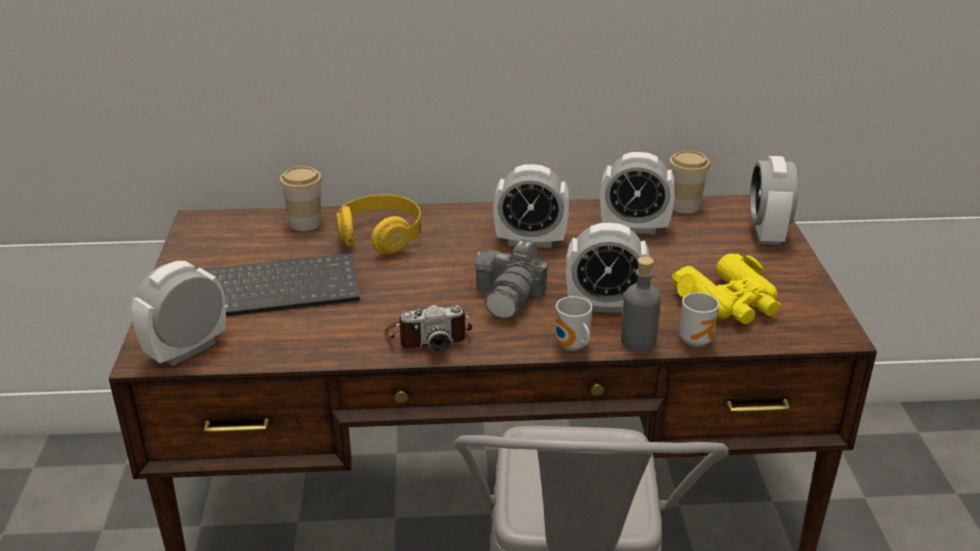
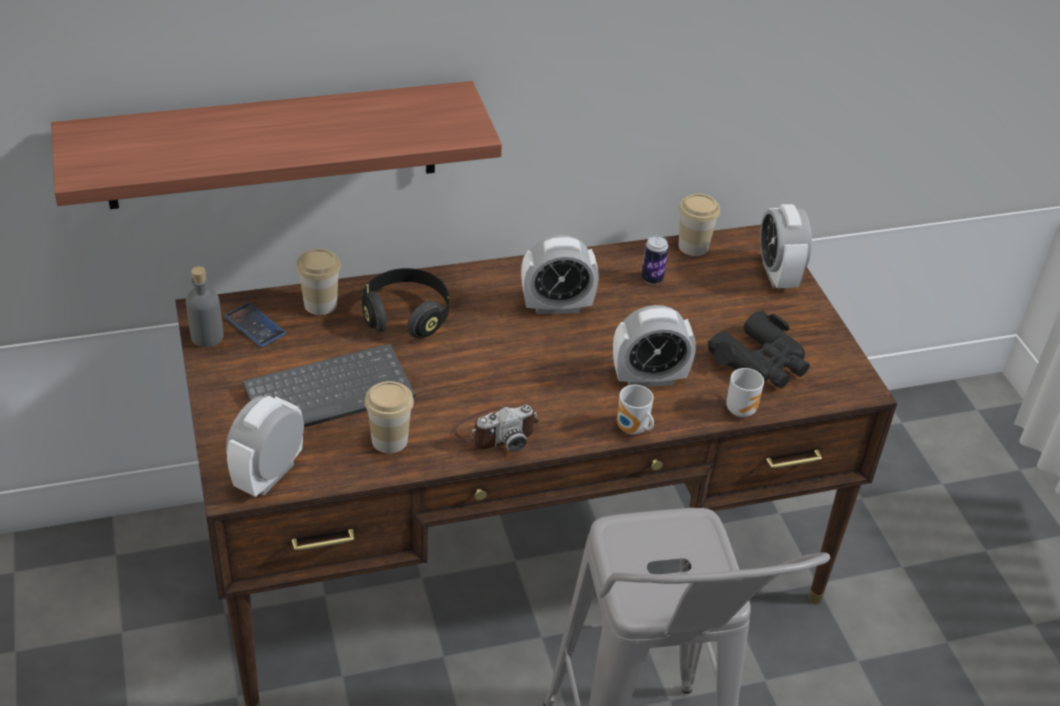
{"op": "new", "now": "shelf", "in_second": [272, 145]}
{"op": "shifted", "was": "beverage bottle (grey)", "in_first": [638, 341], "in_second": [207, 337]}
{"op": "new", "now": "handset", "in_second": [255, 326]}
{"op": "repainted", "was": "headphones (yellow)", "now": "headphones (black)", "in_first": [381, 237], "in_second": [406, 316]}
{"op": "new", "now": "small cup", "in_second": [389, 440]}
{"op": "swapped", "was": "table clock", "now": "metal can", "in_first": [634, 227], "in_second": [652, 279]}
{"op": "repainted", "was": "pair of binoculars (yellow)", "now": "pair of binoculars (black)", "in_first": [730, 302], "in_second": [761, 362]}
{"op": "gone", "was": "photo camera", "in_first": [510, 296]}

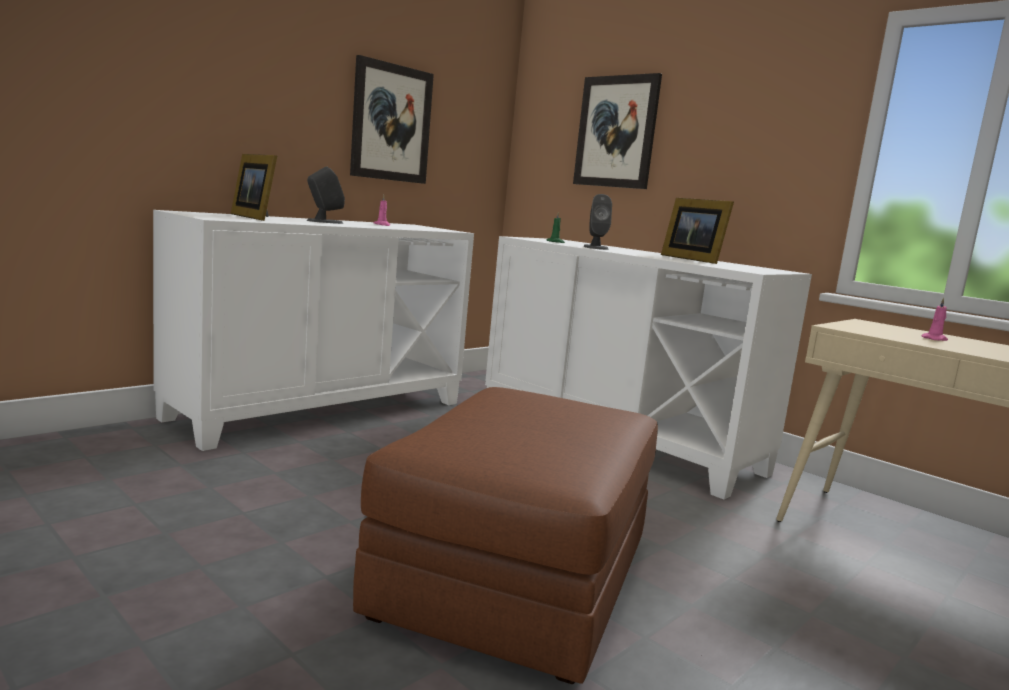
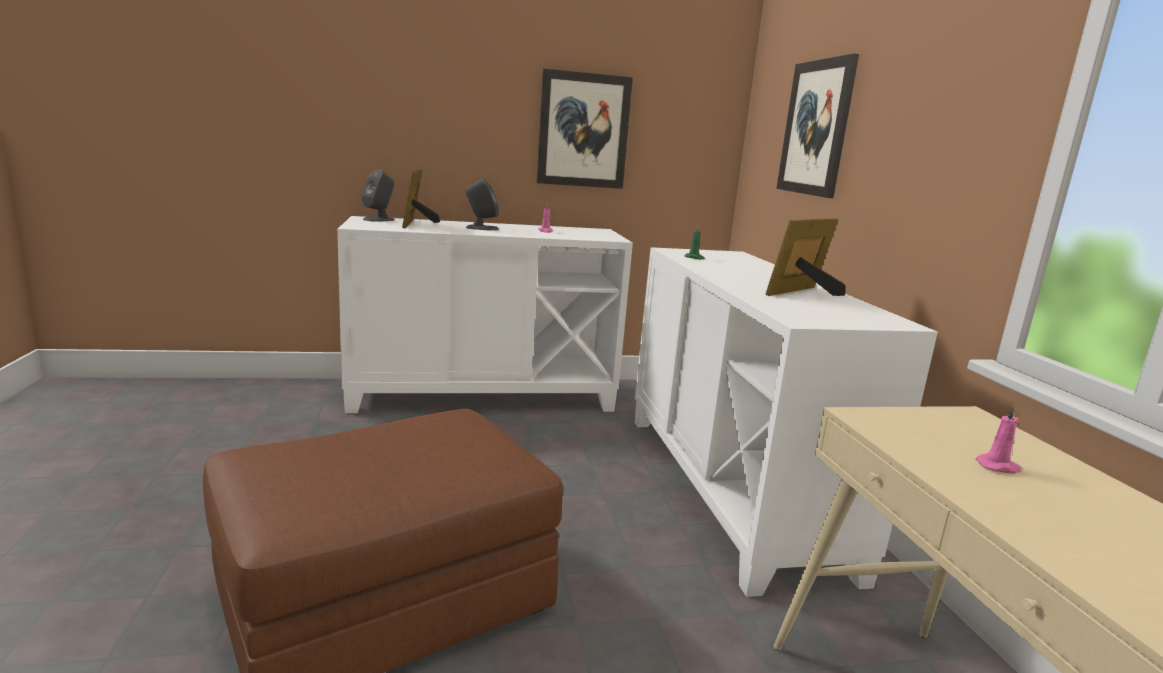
{"op": "shifted", "was": "loudspeaker (grey)", "in_first": [595, 248], "in_second": [379, 219]}
{"op": "rotated", "was": "picture frame", "in_first": [692, 259], "in_second": [803, 293], "clockwise": 45}

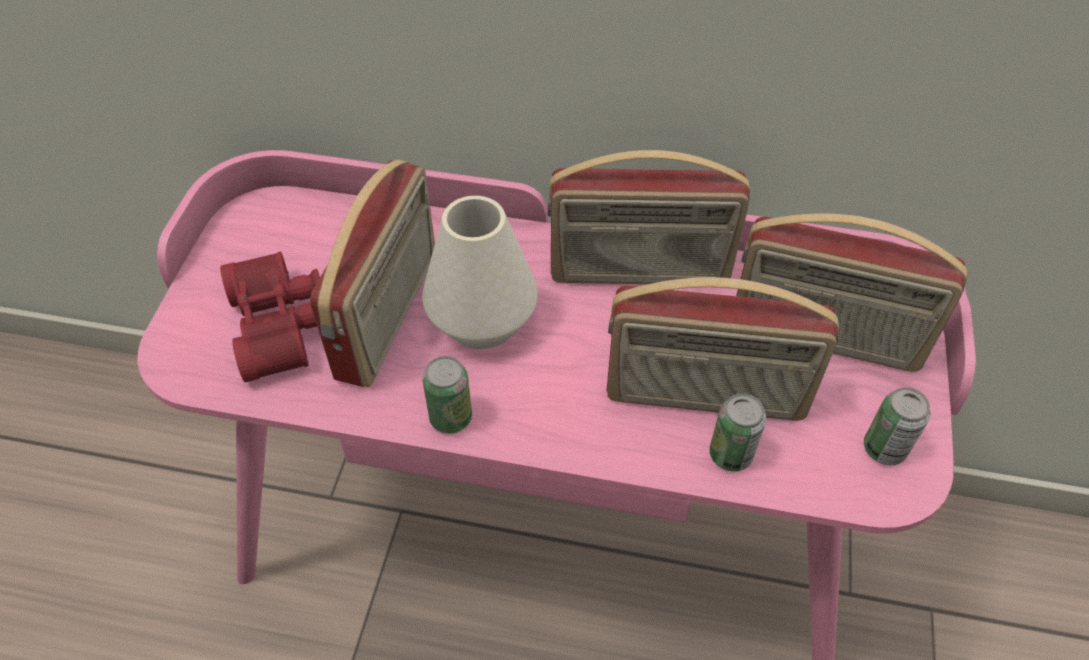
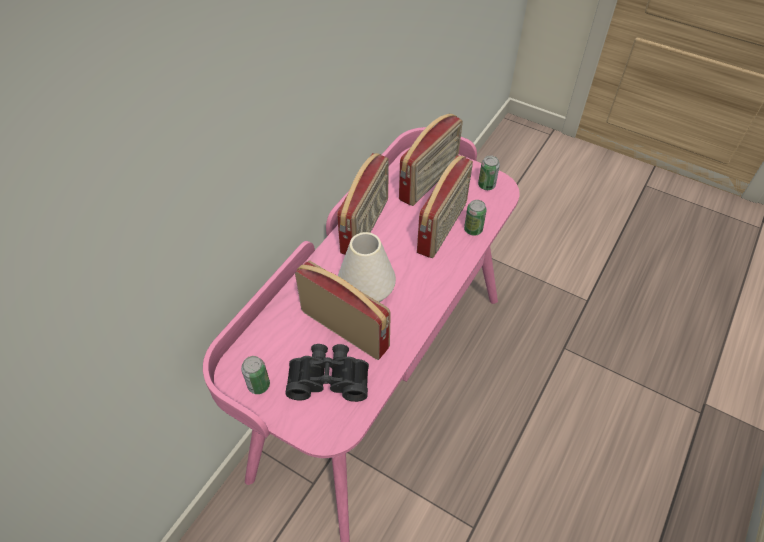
{"op": "shifted", "was": "metal can", "in_first": [451, 418], "in_second": [259, 385]}
{"op": "repainted", "was": "pair of binoculars (reddish)", "now": "pair of binoculars (black)", "in_first": [284, 324], "in_second": [329, 377]}

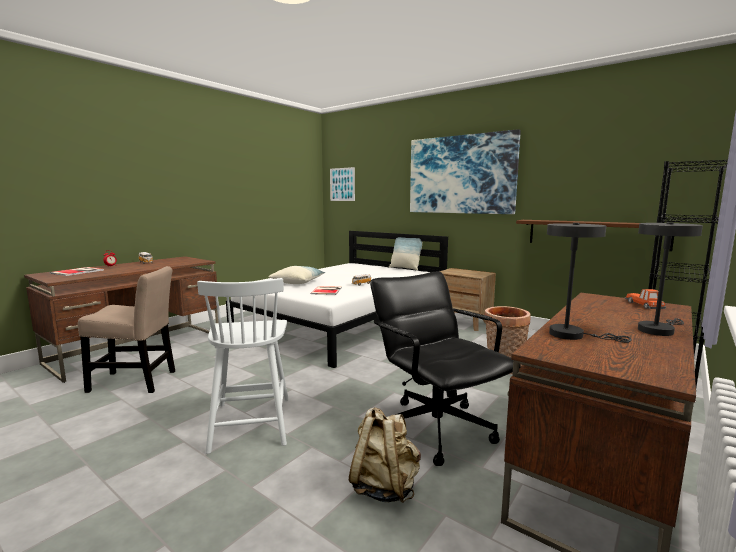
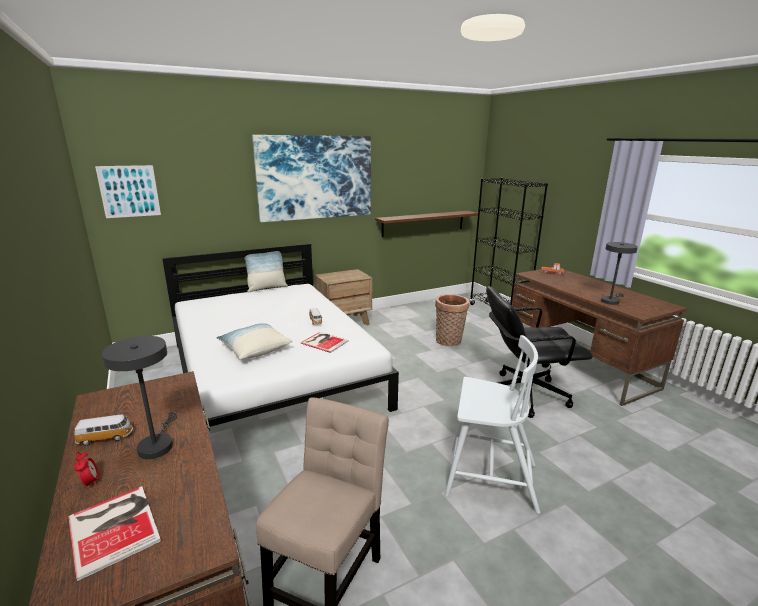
{"op": "shifted", "was": "lamp for a table (grey)", "in_first": [657, 330], "in_second": [157, 444]}
{"op": "gone", "was": "backpack (sand-coloured)", "in_first": [384, 487]}

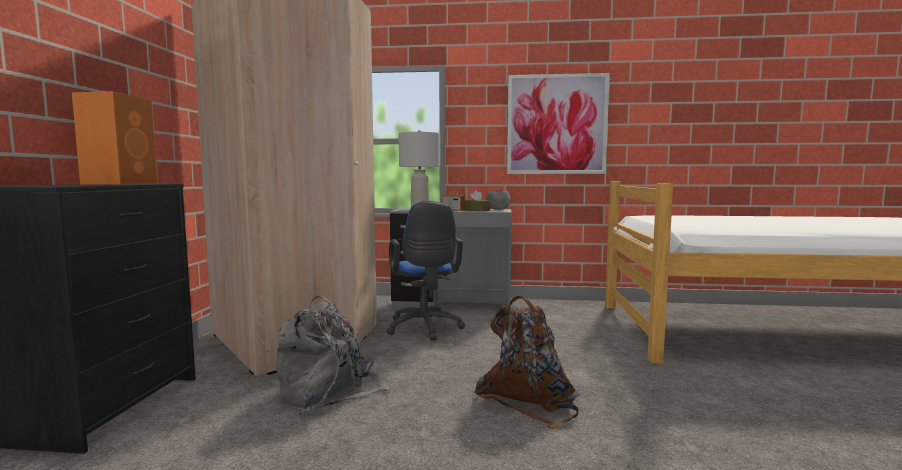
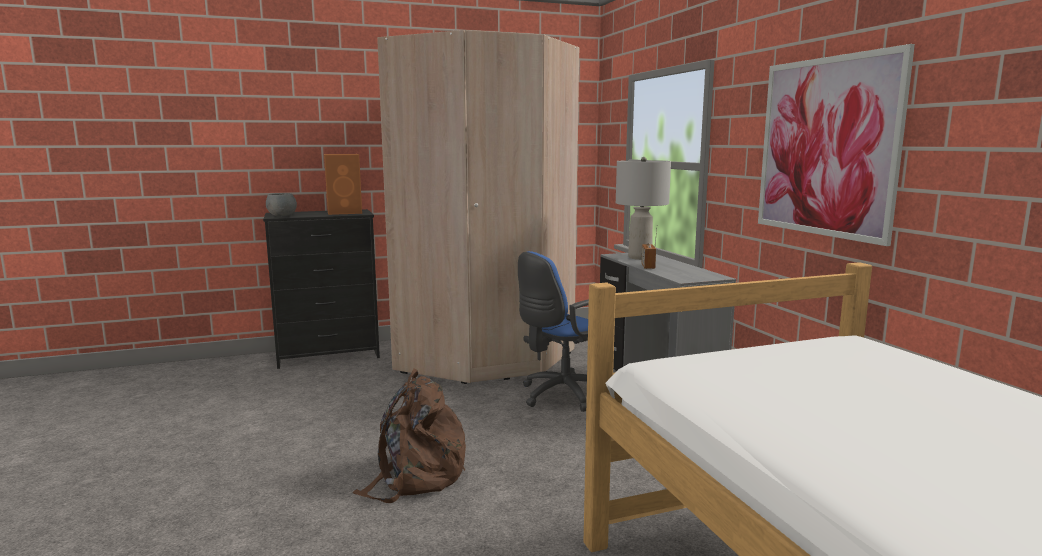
{"op": "shifted", "was": "deep dish (grey)", "in_first": [497, 209], "in_second": [282, 216]}
{"op": "gone", "was": "backpack (grey)", "in_first": [329, 392]}
{"op": "gone", "was": "tissue box (brownish)", "in_first": [476, 210]}

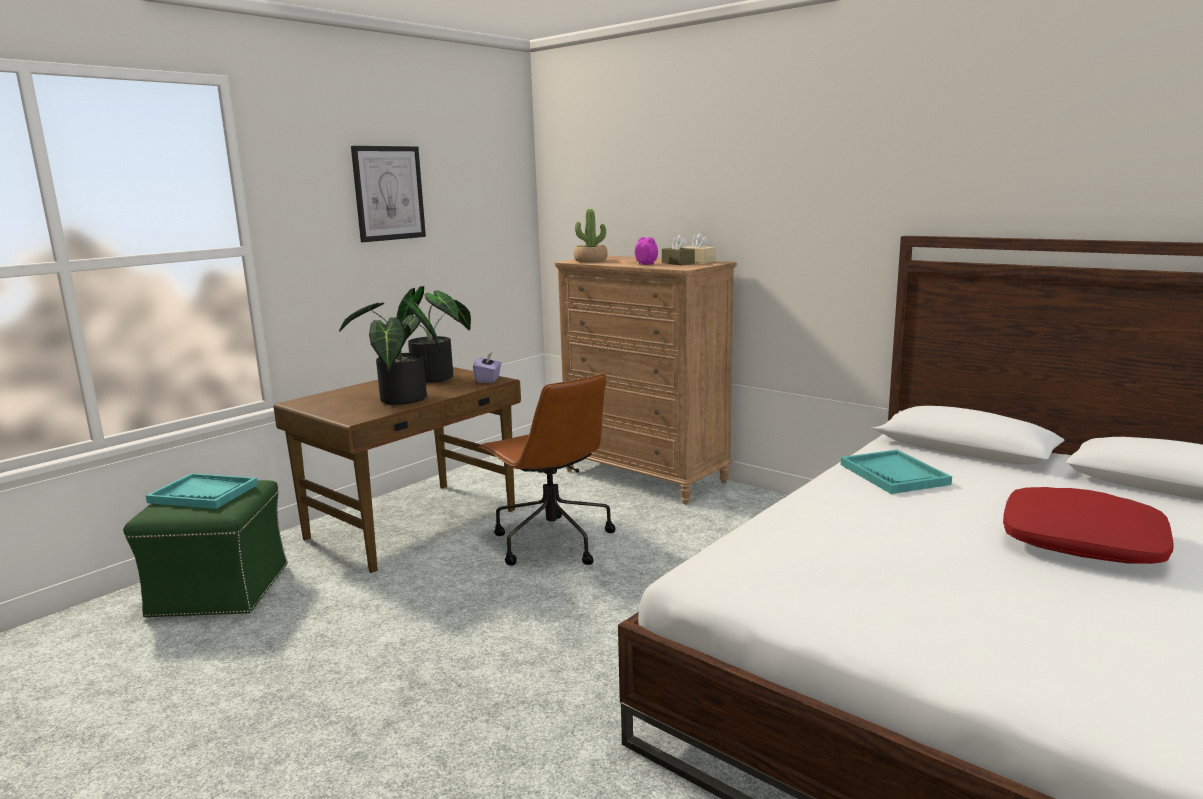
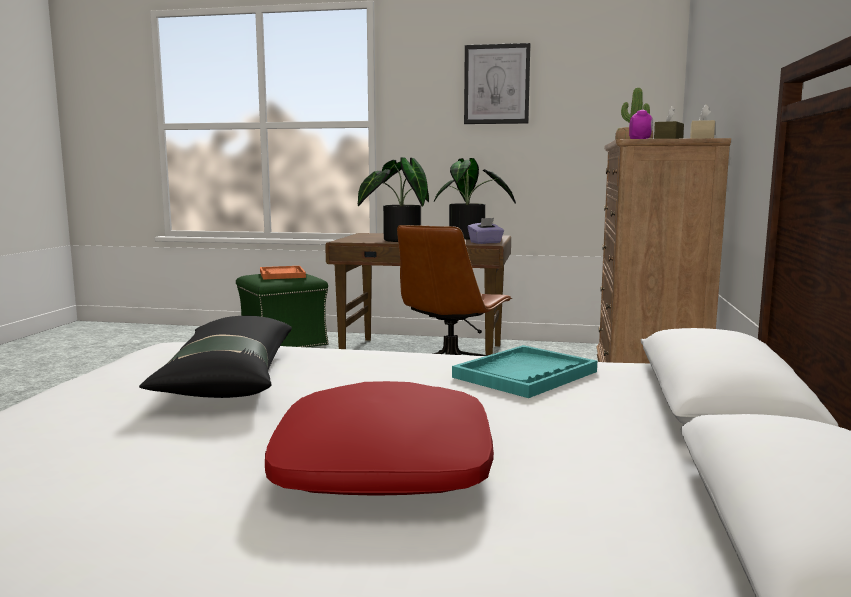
{"op": "new", "now": "cushion (black)", "in_second": [228, 376]}
{"op": "repainted", "was": "tray (turquoise-coloured)", "now": "tray (orange-coloured)", "in_first": [204, 493], "in_second": [282, 274]}

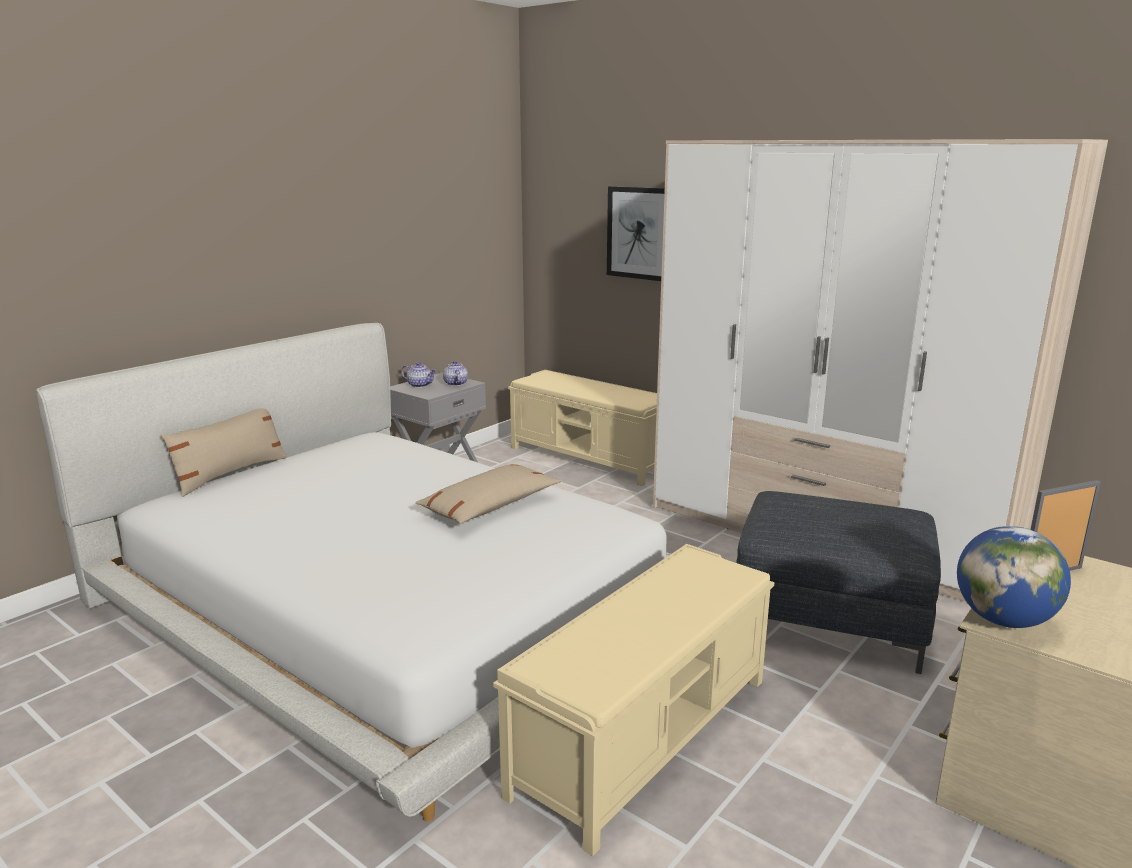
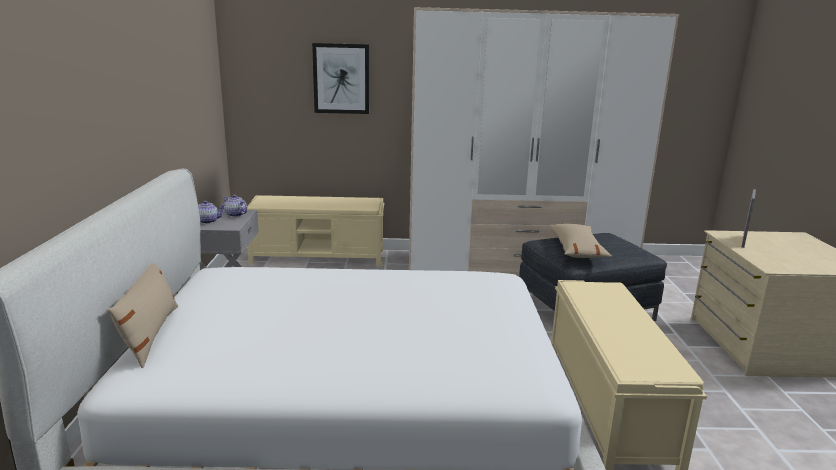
{"op": "shifted", "was": "cushion (sand-coloured)", "in_first": [490, 506], "in_second": [576, 249]}
{"op": "gone", "was": "world globe", "in_first": [1003, 620]}

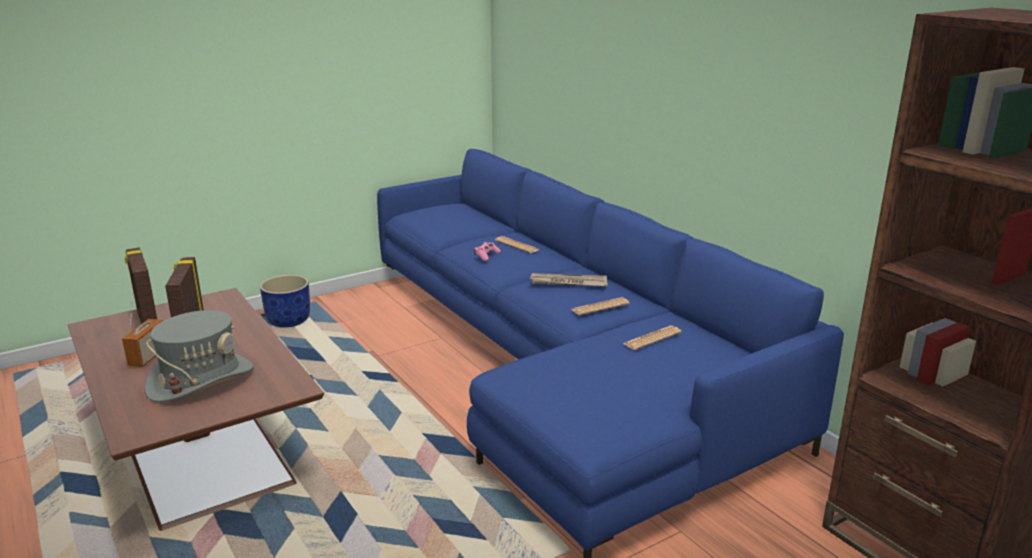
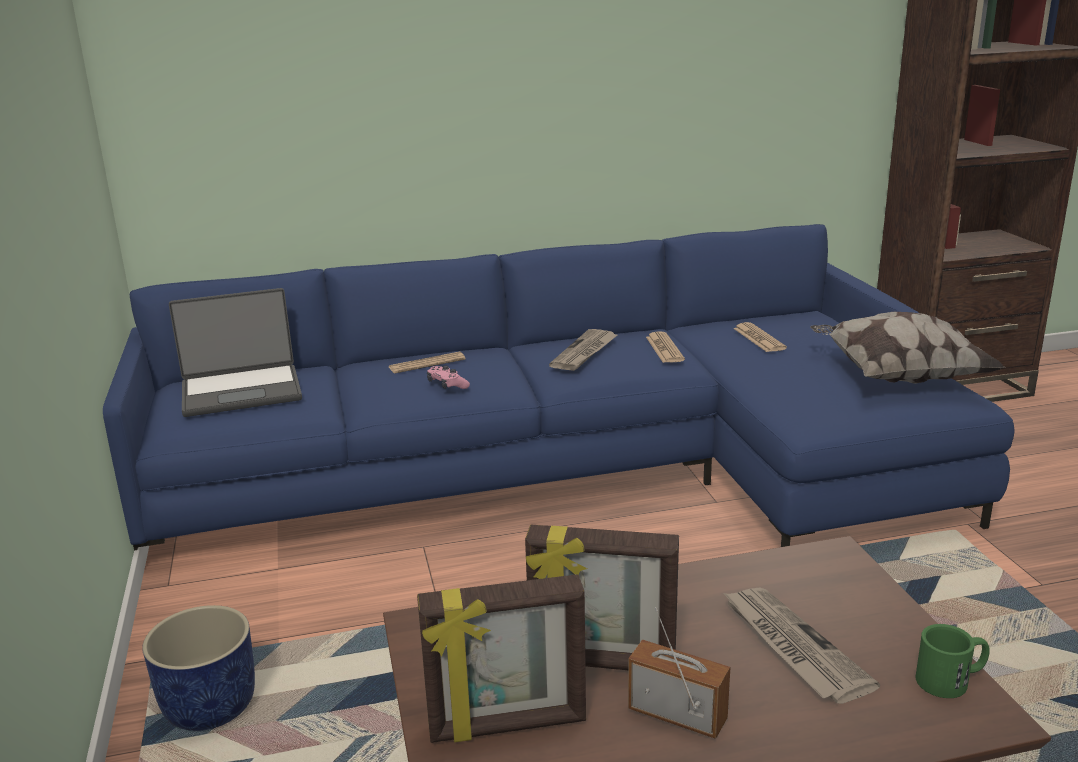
{"op": "new", "now": "portable computer", "in_second": [241, 391]}
{"op": "swapped", "was": "wearable hat (grey)", "now": "newspaper", "in_first": [201, 380], "in_second": [792, 646]}
{"op": "new", "now": "cushion", "in_second": [897, 376]}
{"op": "new", "now": "tea mug (greenish)", "in_second": [951, 680]}

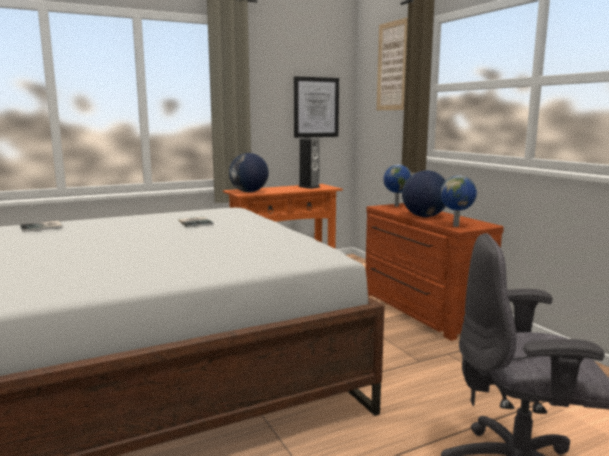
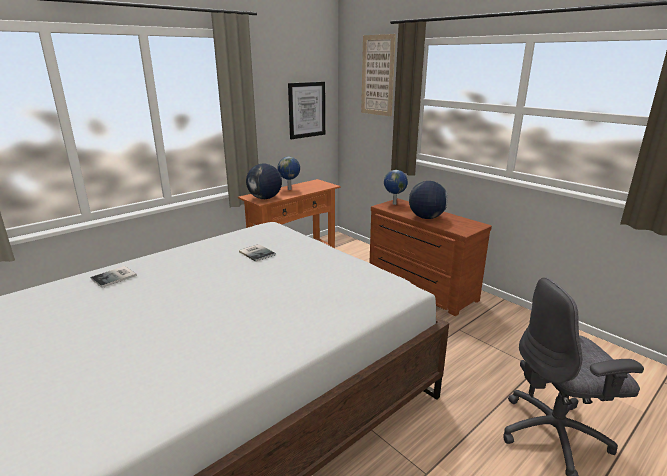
{"op": "shifted", "was": "world globe", "in_first": [456, 226], "in_second": [290, 189]}
{"op": "gone", "was": "loudspeaker", "in_first": [309, 187]}

